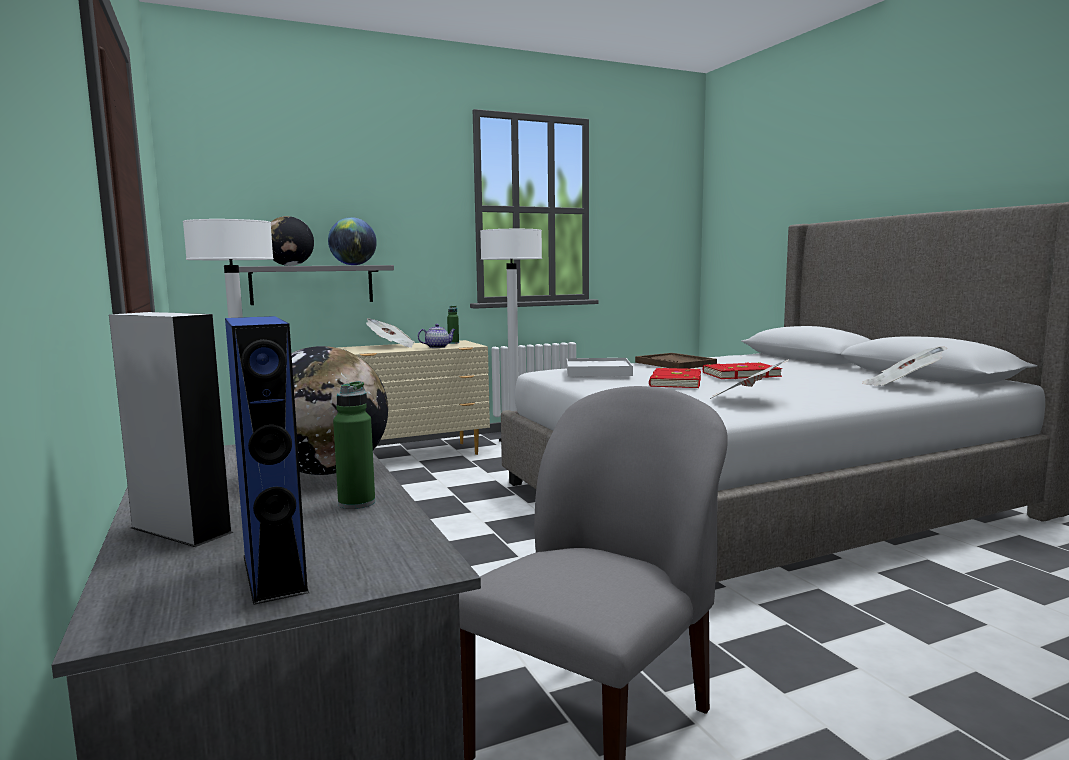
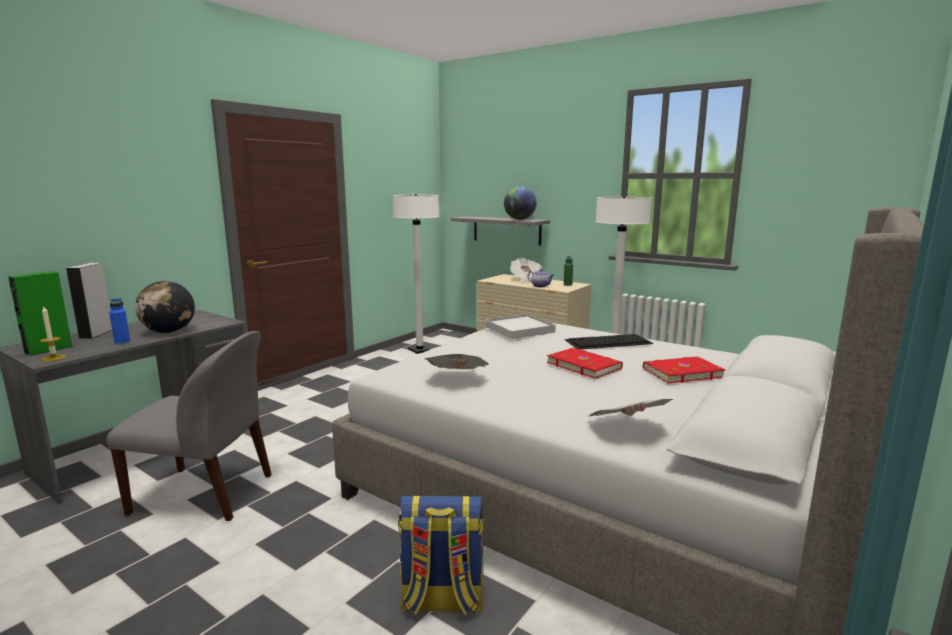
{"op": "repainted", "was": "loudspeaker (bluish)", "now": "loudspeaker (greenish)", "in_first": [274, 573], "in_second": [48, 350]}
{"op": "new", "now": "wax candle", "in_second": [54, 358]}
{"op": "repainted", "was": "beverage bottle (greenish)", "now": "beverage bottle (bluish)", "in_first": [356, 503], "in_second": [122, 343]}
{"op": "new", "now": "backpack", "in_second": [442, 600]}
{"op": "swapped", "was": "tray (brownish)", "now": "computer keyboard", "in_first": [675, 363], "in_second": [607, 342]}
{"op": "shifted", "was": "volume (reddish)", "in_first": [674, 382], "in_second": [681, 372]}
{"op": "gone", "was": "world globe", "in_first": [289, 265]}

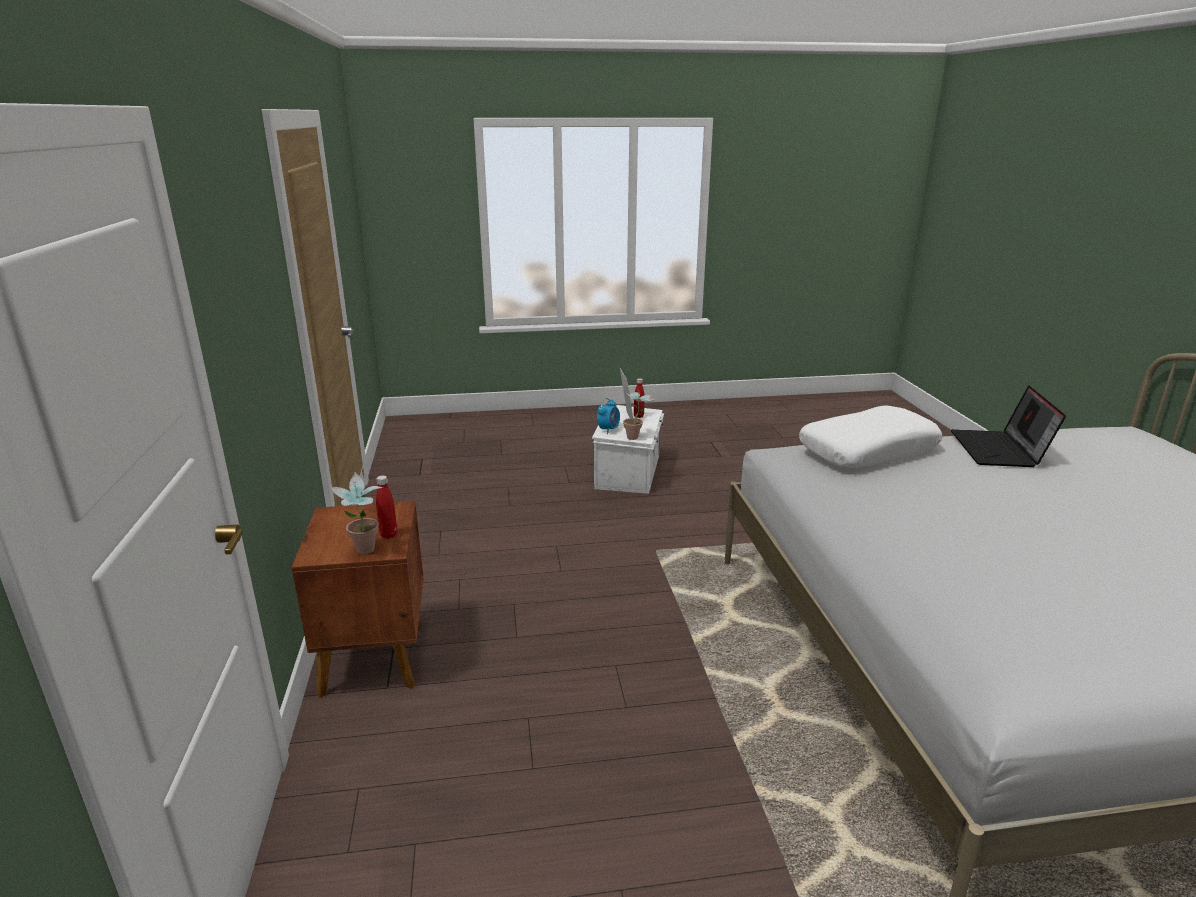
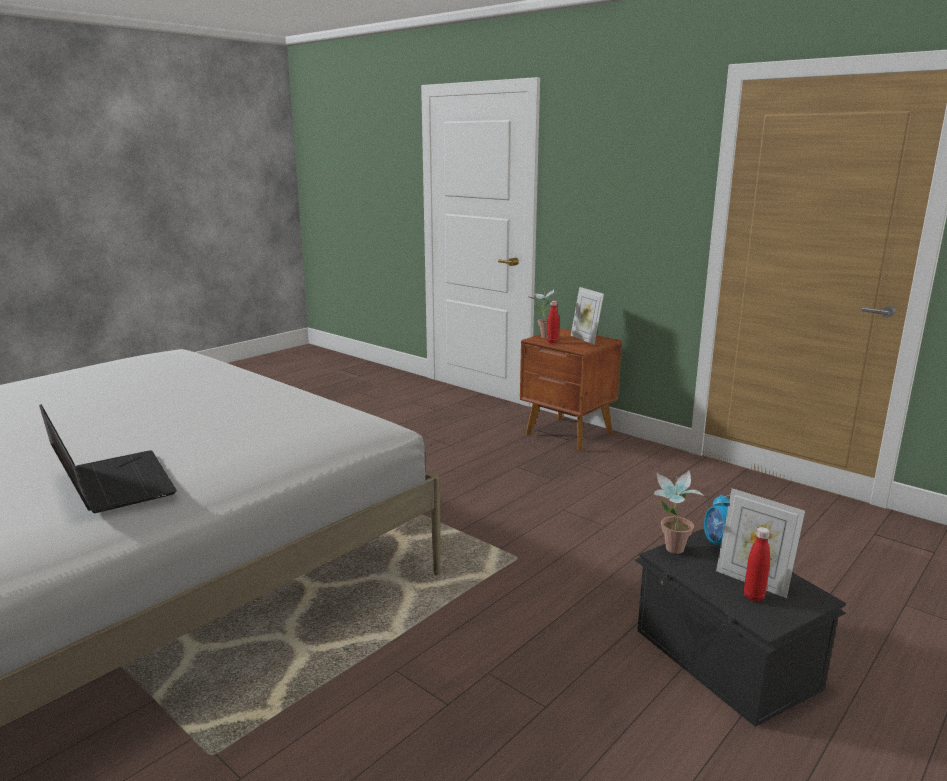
{"op": "new", "now": "picture frame", "in_second": [585, 339]}
{"op": "repainted", "was": "storage container (whitish)", "now": "storage container (black)", "in_first": [629, 472], "in_second": [724, 660]}
{"op": "gone", "was": "cushion (whitish)", "in_first": [867, 450]}

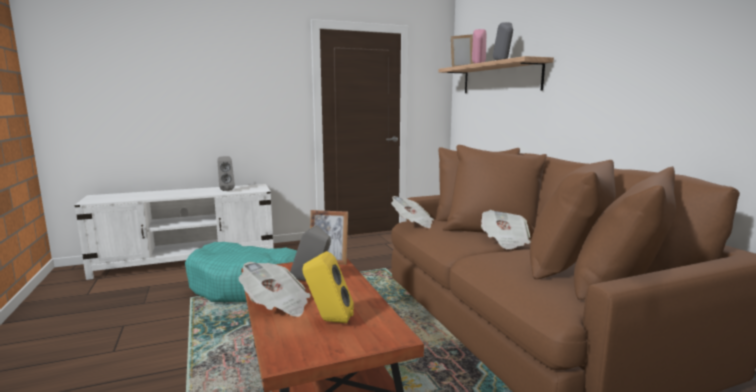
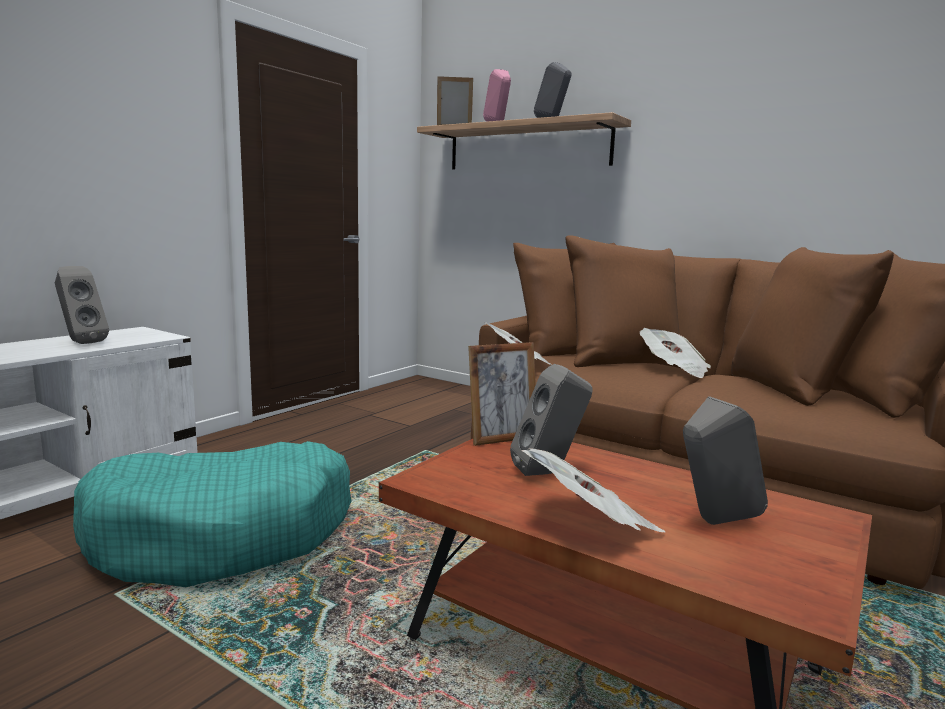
{"op": "repainted", "was": "loudspeaker (yellow)", "now": "loudspeaker (grey)", "in_first": [328, 321], "in_second": [712, 523]}

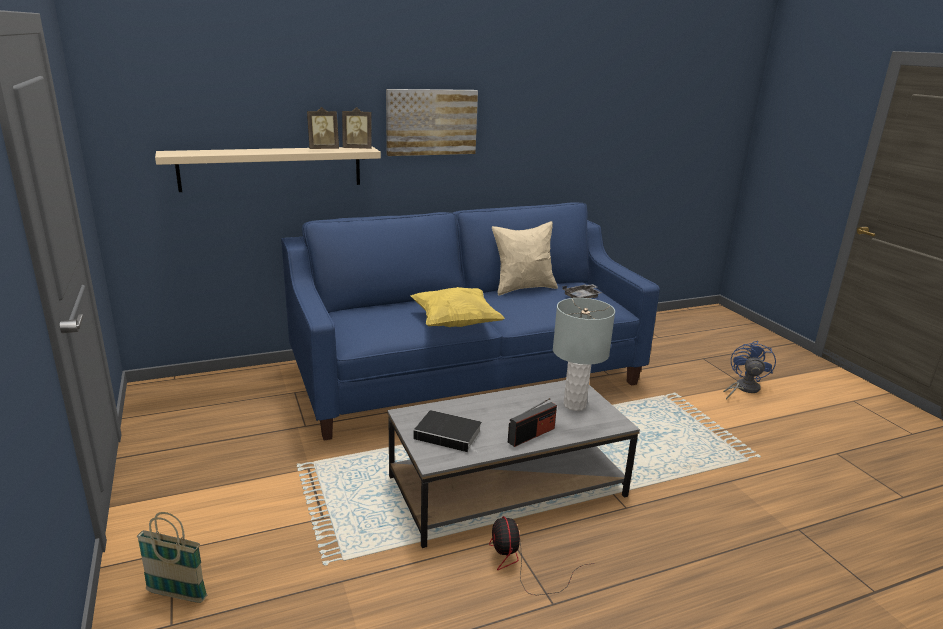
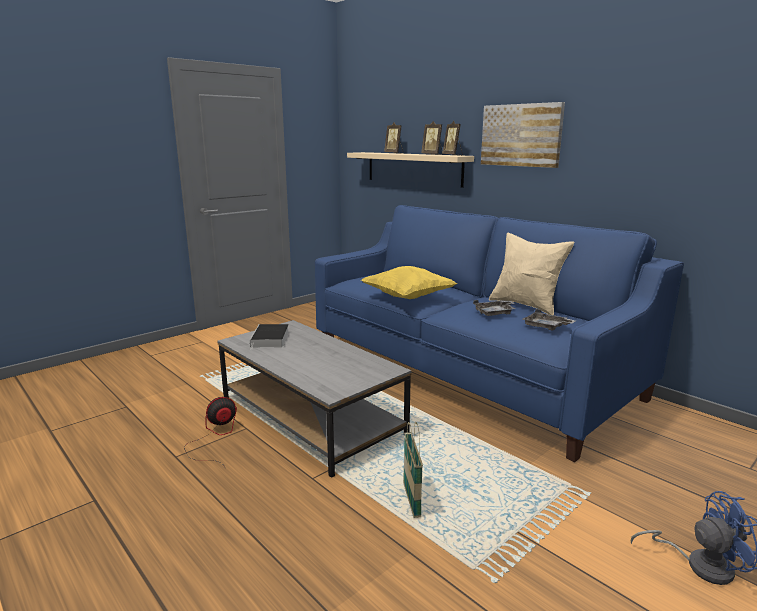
{"op": "new", "now": "picture frame", "in_second": [394, 153]}
{"op": "shifted", "was": "basket", "in_first": [177, 595], "in_second": [411, 501]}
{"op": "new", "now": "tray (grey)", "in_second": [495, 313]}
{"op": "gone", "was": "radio receiver", "in_first": [531, 435]}
{"op": "gone", "was": "lamp for a table (grey)", "in_first": [574, 405]}

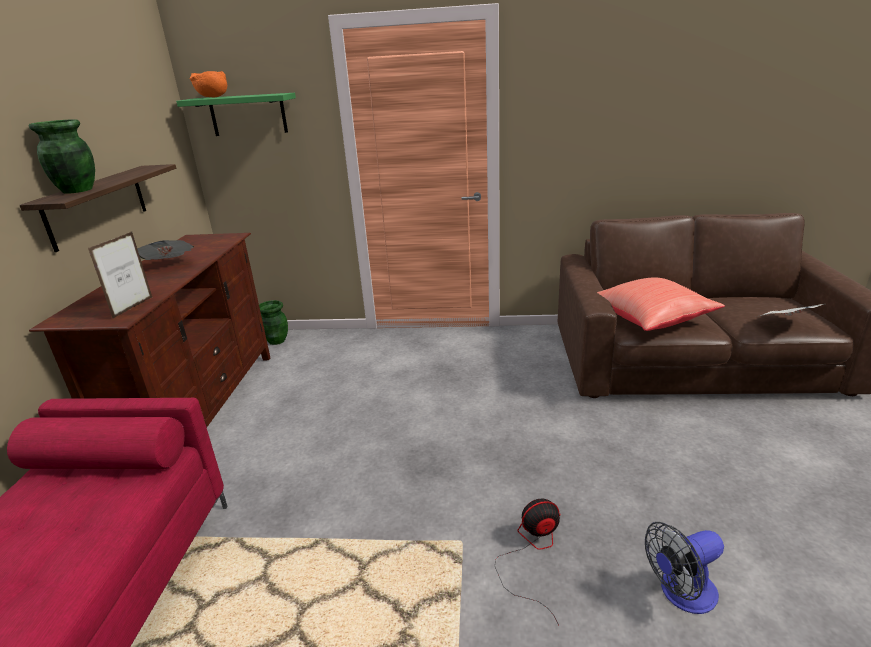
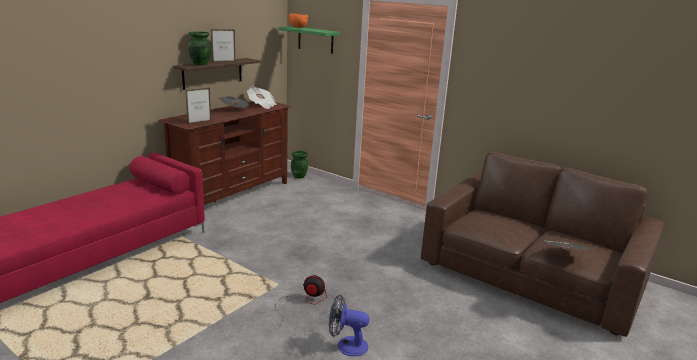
{"op": "new", "now": "picture frame", "in_second": [224, 62]}
{"op": "new", "now": "newspaper", "in_second": [261, 105]}
{"op": "gone", "was": "cushion (reddish)", "in_first": [649, 319]}

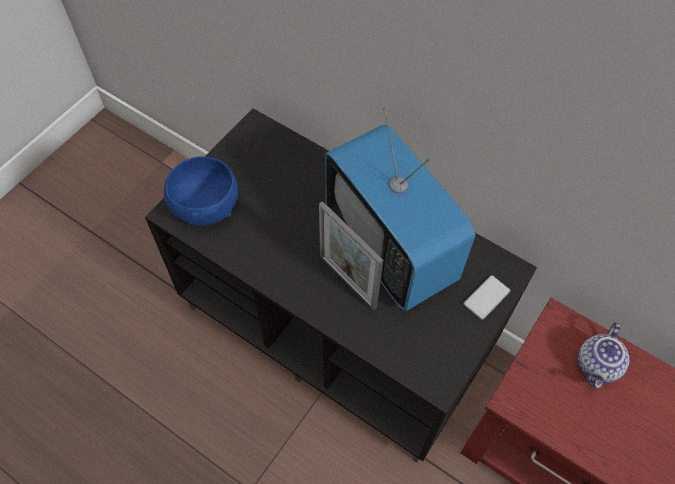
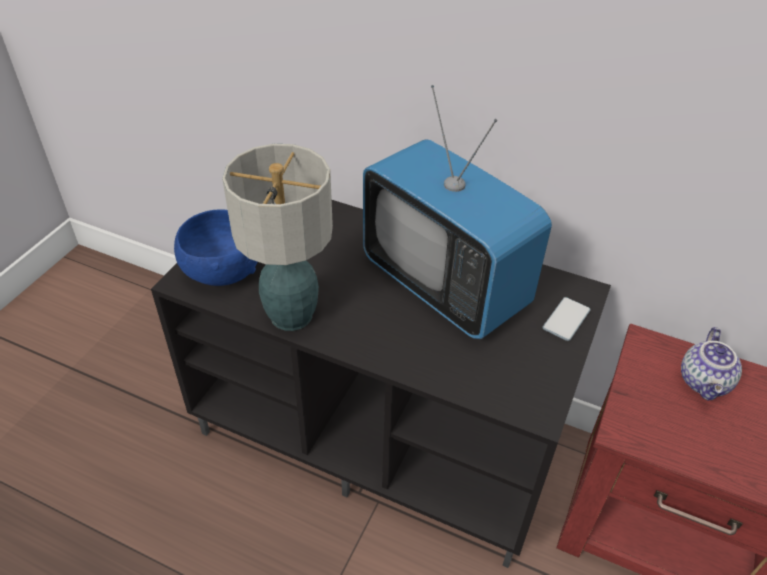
{"op": "new", "now": "lamp for a table", "in_second": [292, 316]}
{"op": "gone", "was": "picture frame", "in_first": [347, 282]}

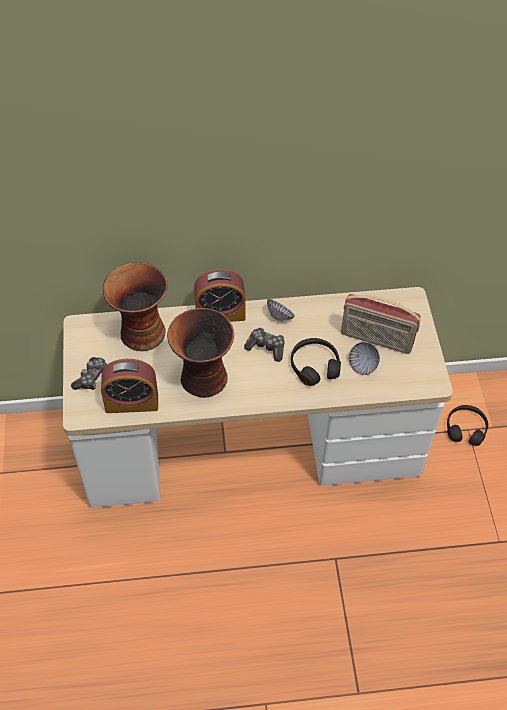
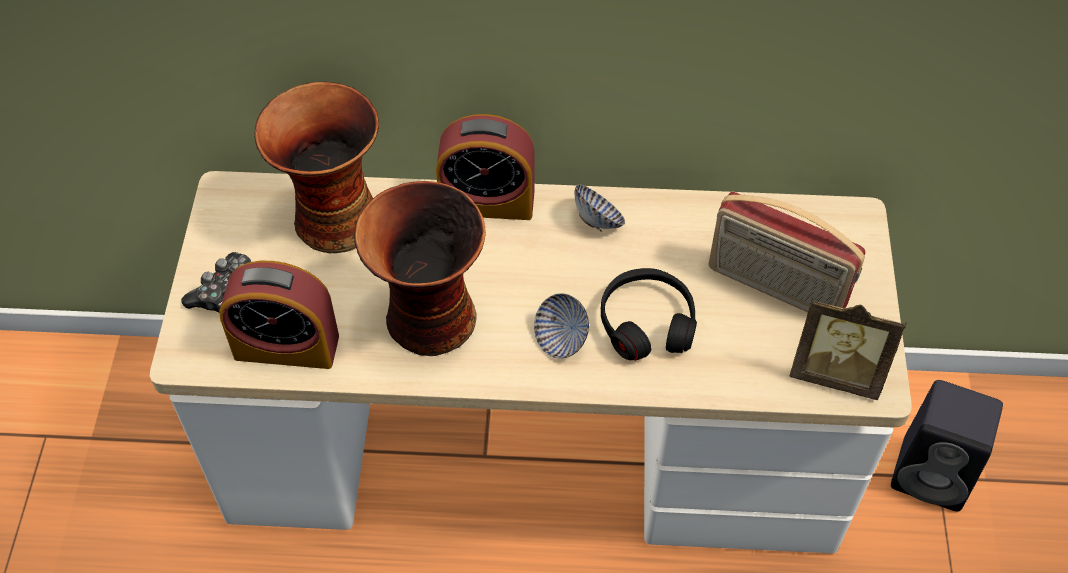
{"op": "shifted", "was": "deep dish", "in_first": [363, 365], "in_second": [561, 339]}
{"op": "new", "now": "picture frame", "in_second": [836, 373]}
{"op": "swapped", "was": "headphones (black)", "now": "loudspeaker (black)", "in_first": [465, 428], "in_second": [934, 475]}
{"op": "gone", "was": "game controller", "in_first": [266, 347]}

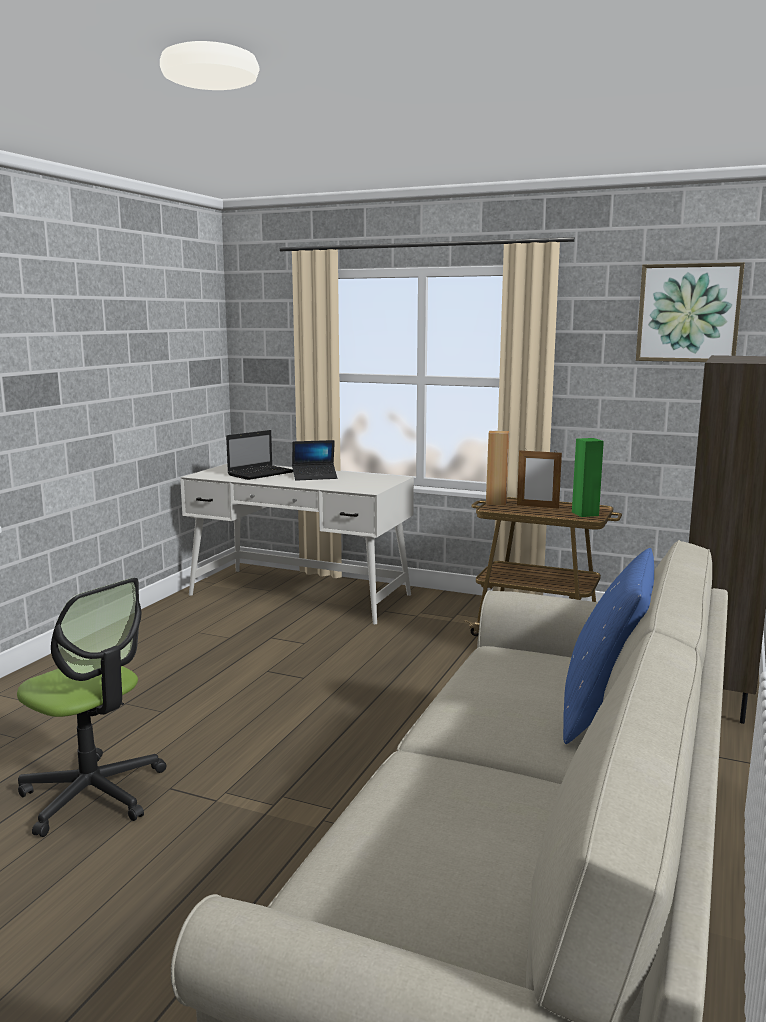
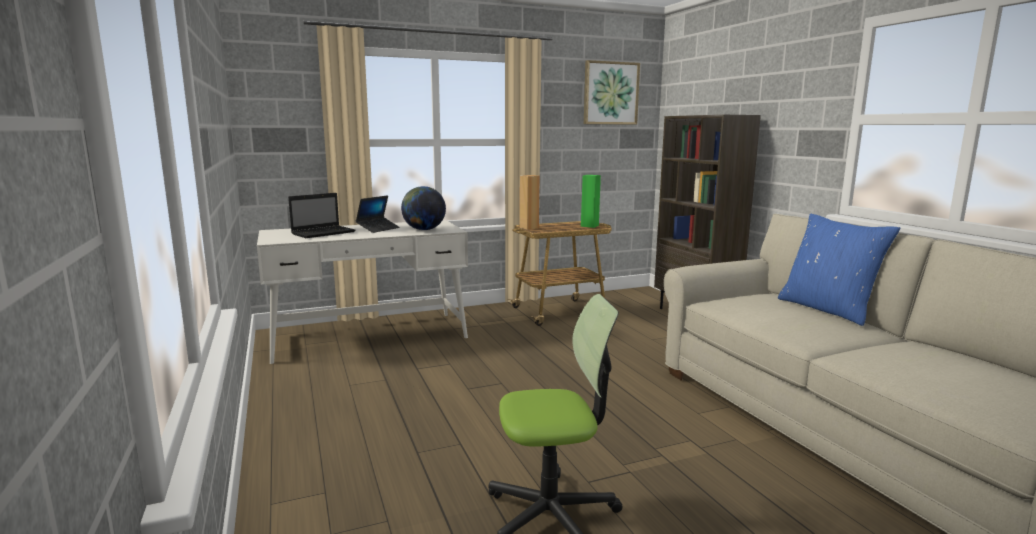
{"op": "rotated", "was": "portable computer", "in_first": [261, 473], "in_second": [324, 233], "clockwise": 45}
{"op": "new", "now": "world globe", "in_second": [424, 230]}
{"op": "gone", "was": "picture frame", "in_first": [537, 506]}

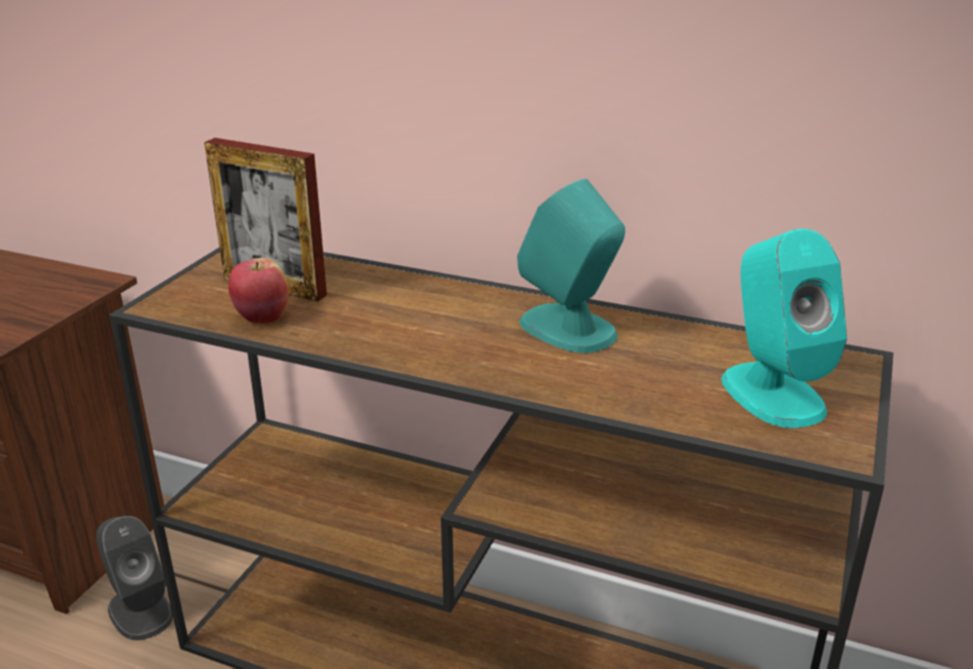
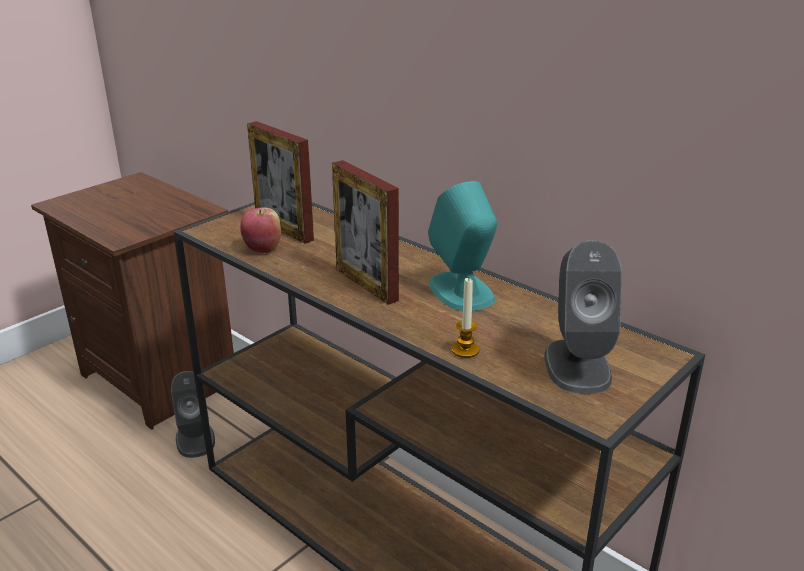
{"op": "new", "now": "picture frame", "in_second": [366, 284]}
{"op": "new", "now": "wax candle", "in_second": [465, 350]}
{"op": "repainted", "was": "loudspeaker (turquoise-coloured)", "now": "loudspeaker (grey)", "in_first": [771, 393], "in_second": [577, 365]}

